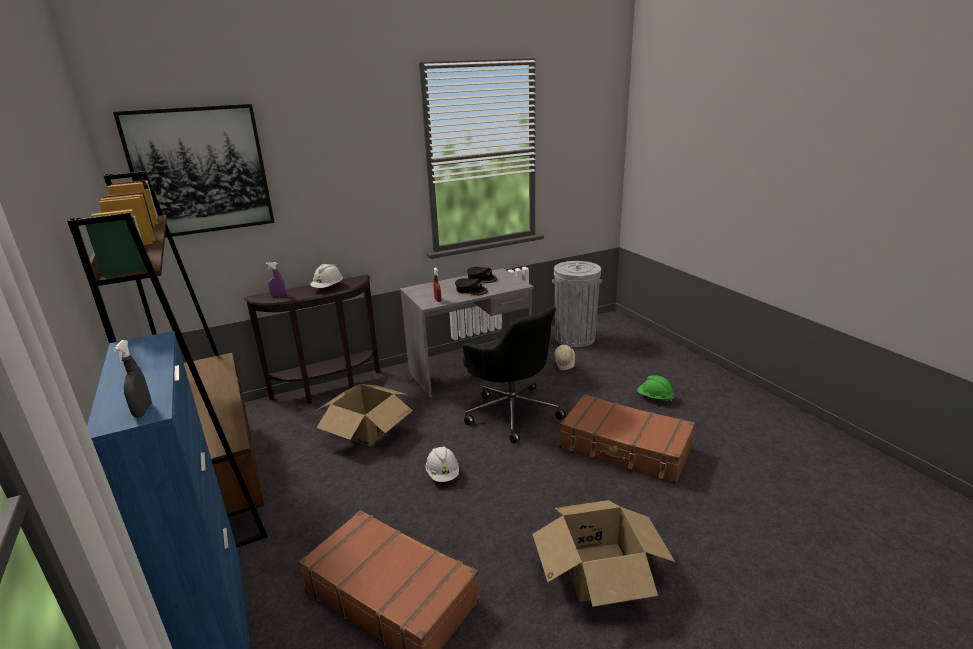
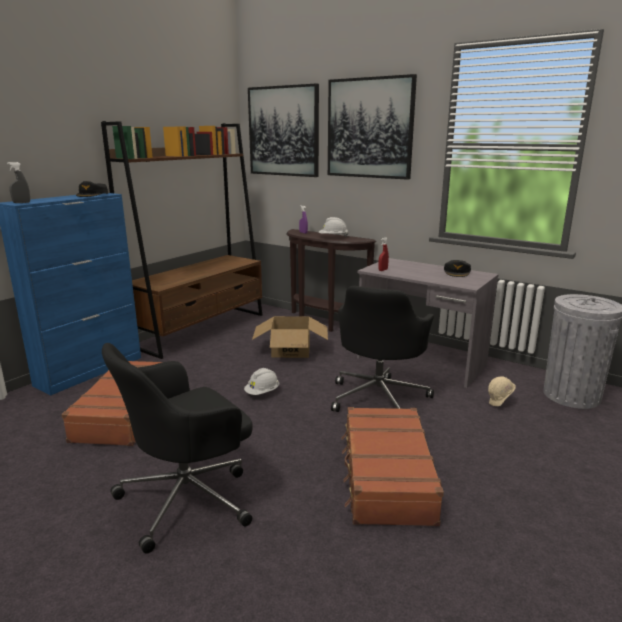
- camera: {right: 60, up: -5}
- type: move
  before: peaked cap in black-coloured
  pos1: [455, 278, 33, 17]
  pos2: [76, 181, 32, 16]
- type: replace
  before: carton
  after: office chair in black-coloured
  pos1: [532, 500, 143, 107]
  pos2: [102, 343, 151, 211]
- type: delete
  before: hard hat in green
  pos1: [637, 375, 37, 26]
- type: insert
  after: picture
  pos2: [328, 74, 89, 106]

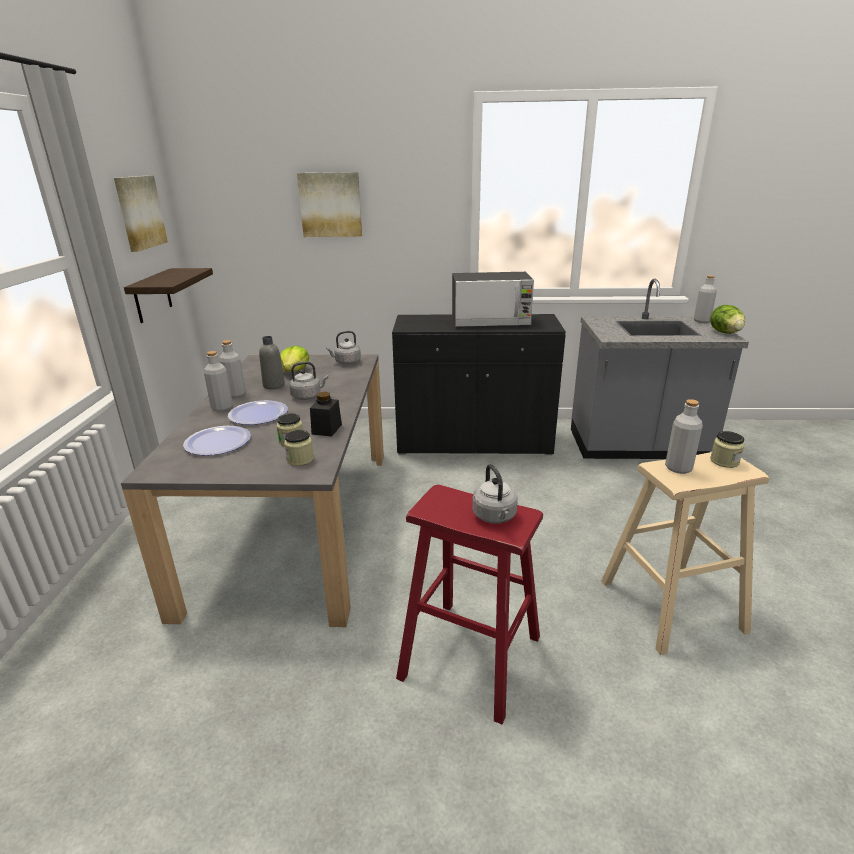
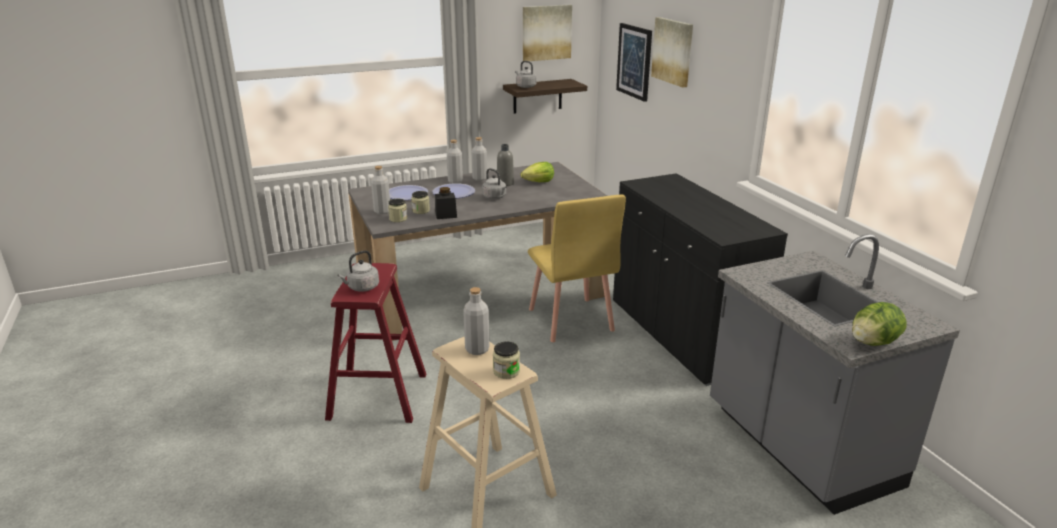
- camera: {right: 65, up: 0}
- type: move
  before: water kettle in grey
  pos1: [326, 331, 35, 34]
  pos2: [515, 61, 21, 27]
- type: delete
  before: microwave oven
  pos1: [452, 272, 82, 55]
- type: move
  before: drink bottle in grey
  pos1: [694, 275, 23, 48]
  pos2: [371, 166, 19, 48]
- type: insert
  after: plain chair in yellowish
  pos2: [528, 195, 98, 147]
- type: insert
  after: picture
  pos2: [616, 23, 36, 79]

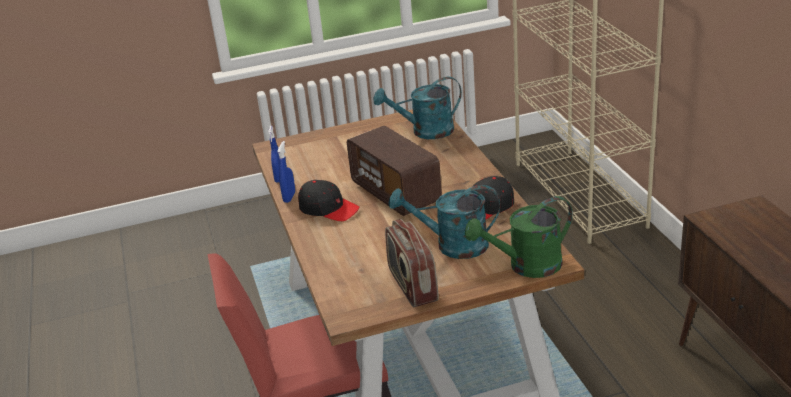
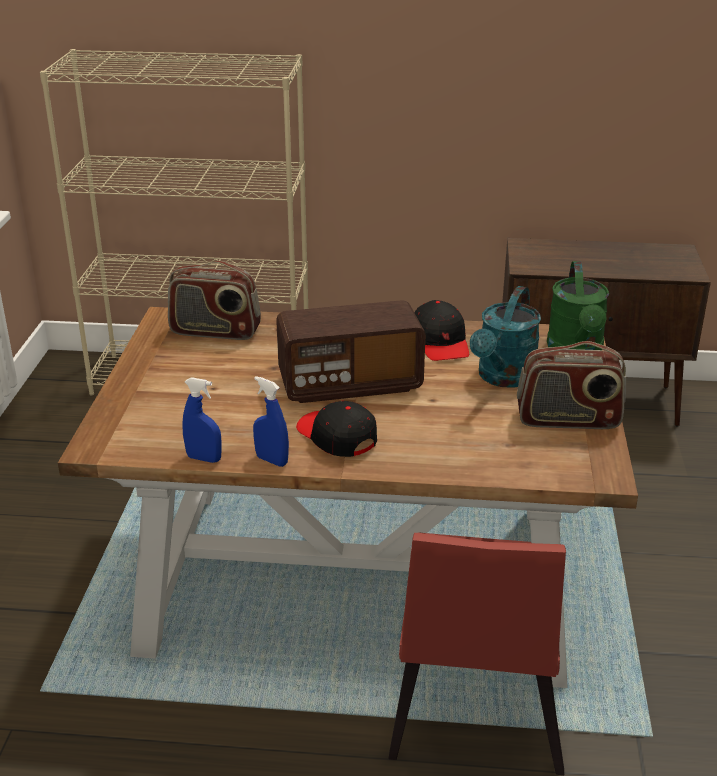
- camera: {right: -70, up: 0}
- type: rotate
  before: peaked cap in black-coloured
  pos1: [298, 180, 61, 41]
  pos2: [296, 401, 81, 56]
  turn: -90
- type: replace
  before: watering pot in turquoise-coloured
  after: radio set
  pos1: [374, 77, 88, 62]
  pos2: [168, 261, 93, 79]

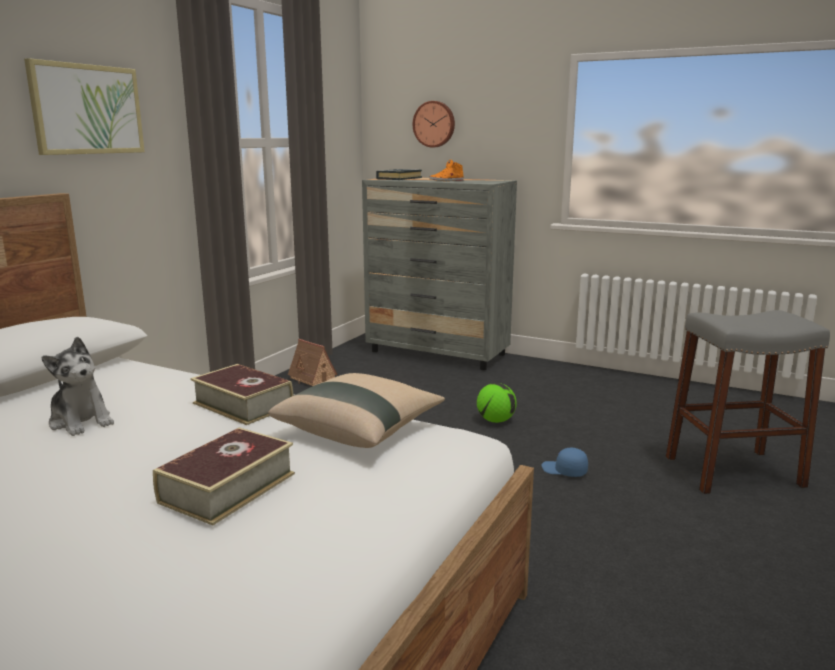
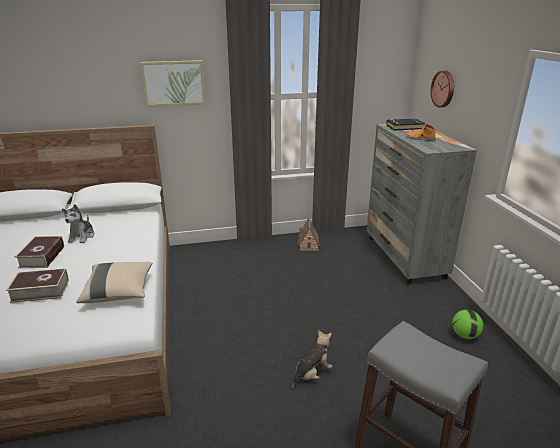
- camera: {right: 50, up: 10}
- type: move
  before: book
  pos1: [190, 364, 103, 61]
  pos2: [15, 236, 49, 32]
- type: move
  before: ball for football
  pos1: [477, 383, 40, 40]
  pos2: [452, 310, 31, 29]
- type: replace
  before: peaked cap in bluish
  after: plush toy
  pos1: [542, 448, 46, 29]
  pos2: [290, 330, 42, 61]

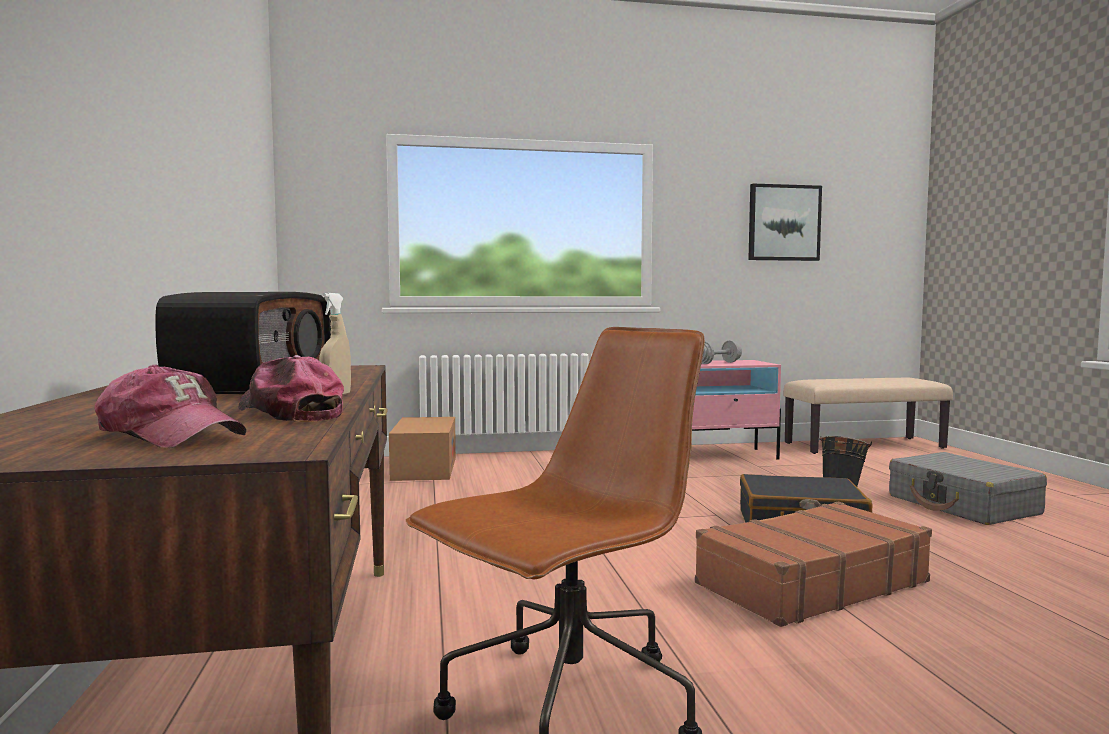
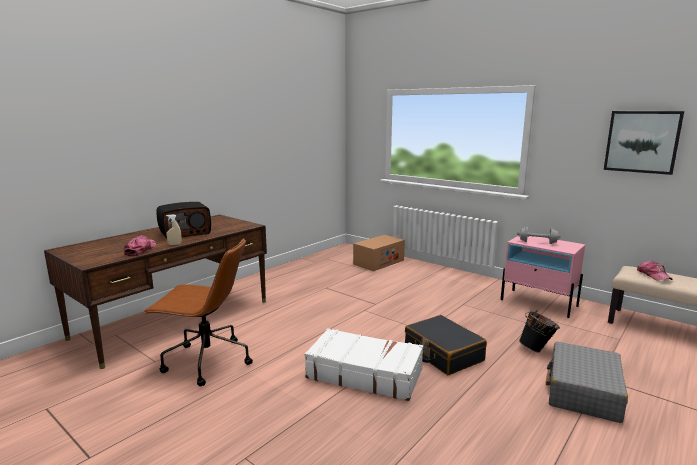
- camera: {right: 50, up: 10}
- type: move
  before: peaked cap
  pos1: [95, 364, 151, 84]
  pos2: [637, 261, 36, 20]
- type: recolor
  before: piece of luggage in brownish
  after: piece of luggage in white-coloured
  pos1: [695, 502, 237, 125]
  pos2: [305, 328, 118, 73]

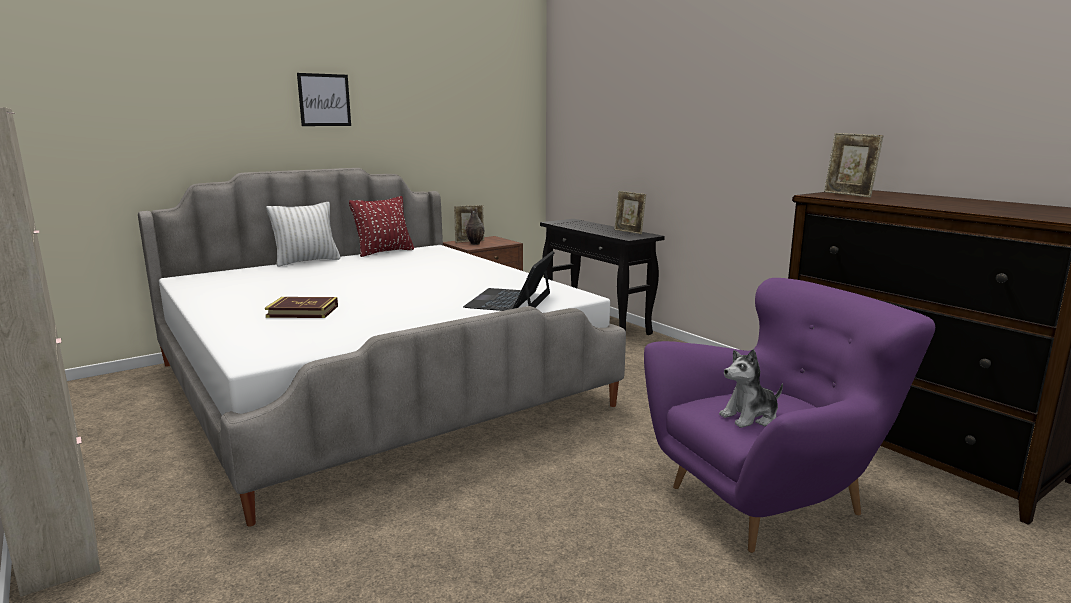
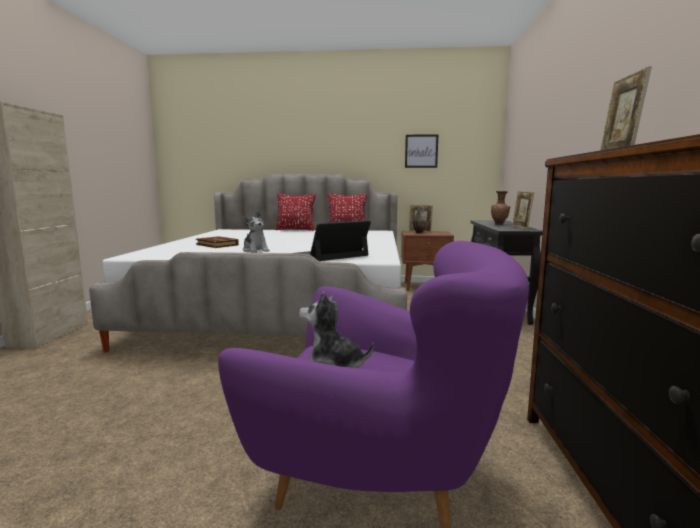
- camera: {right: 40, up: -5}
- type: recolor
  before: pillow in white-coloured
  after: pillow in reddish
  pos1: [266, 202, 74, 65]
  pos2: [275, 194, 41, 37]
- type: move
  before: picture
  pos1: [297, 73, 54, 53]
  pos2: [405, 134, 33, 34]
- type: insert
  after: plush toy
  pos2: [243, 211, 26, 42]
- type: insert
  after: decorative vase in brownish
  pos2: [491, 191, 19, 34]

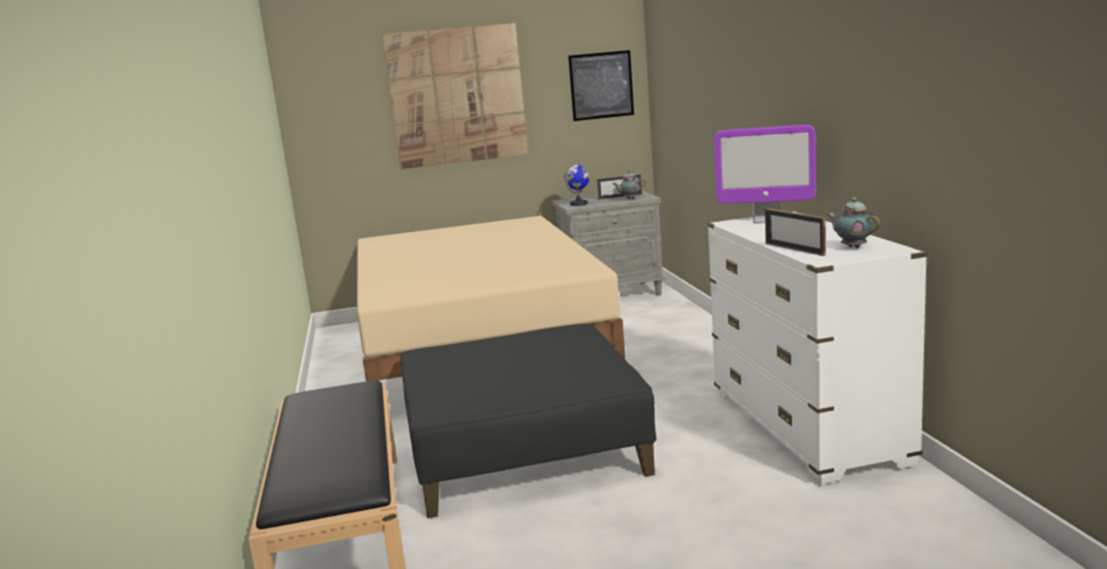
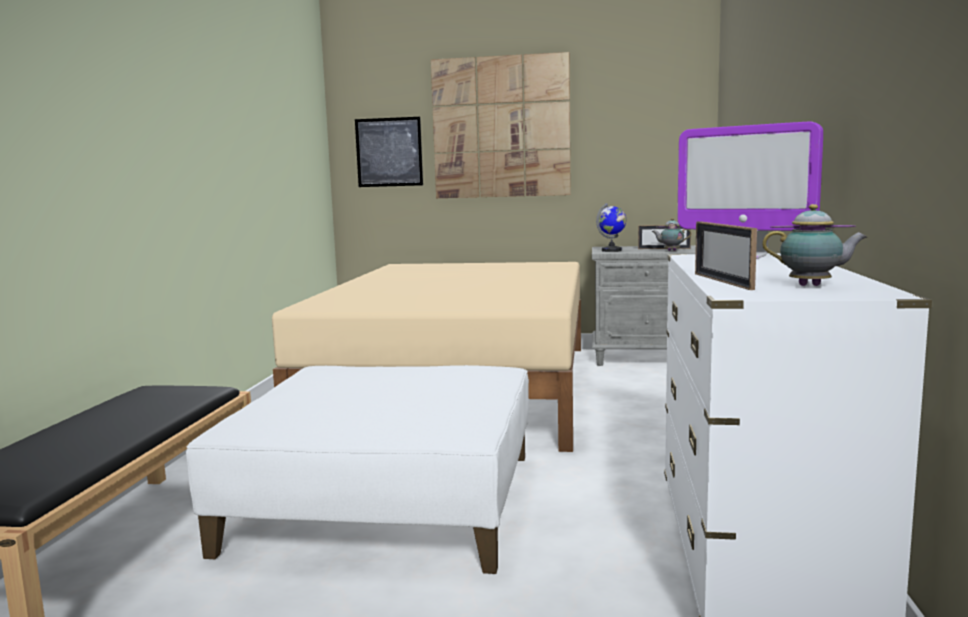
- camera: {right: 20, up: -5}
- type: recolor
  before: pouffe in black-coloured
  after: pouffe in white-coloured
  pos1: [400, 323, 257, 195]
  pos2: [186, 365, 343, 209]
- type: move
  before: picture
  pos1: [568, 50, 66, 71]
  pos2: [355, 117, 68, 70]
- type: rotate
  before: tea pot
  pos1: [827, 197, 53, 51]
  pos2: [762, 204, 105, 82]
  turn: 120

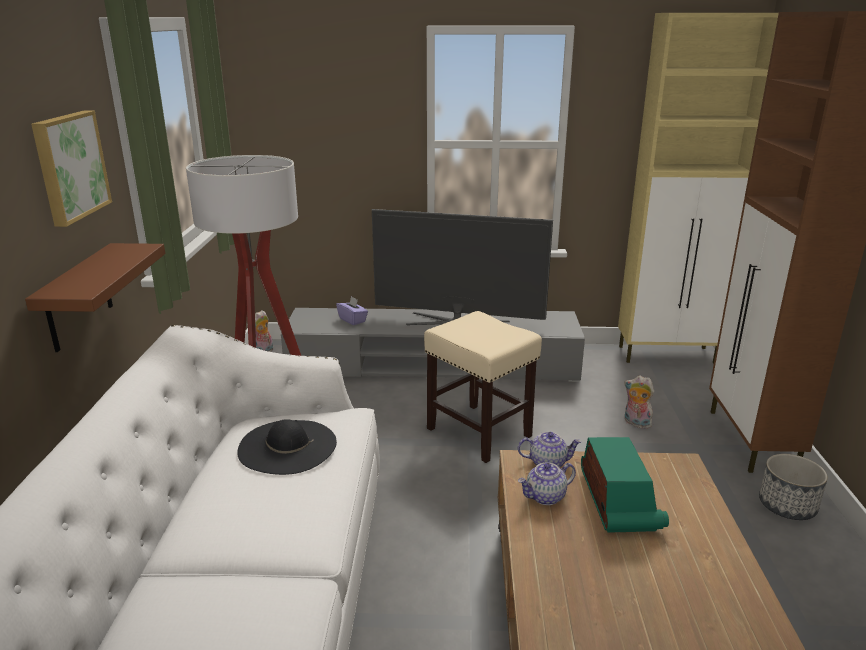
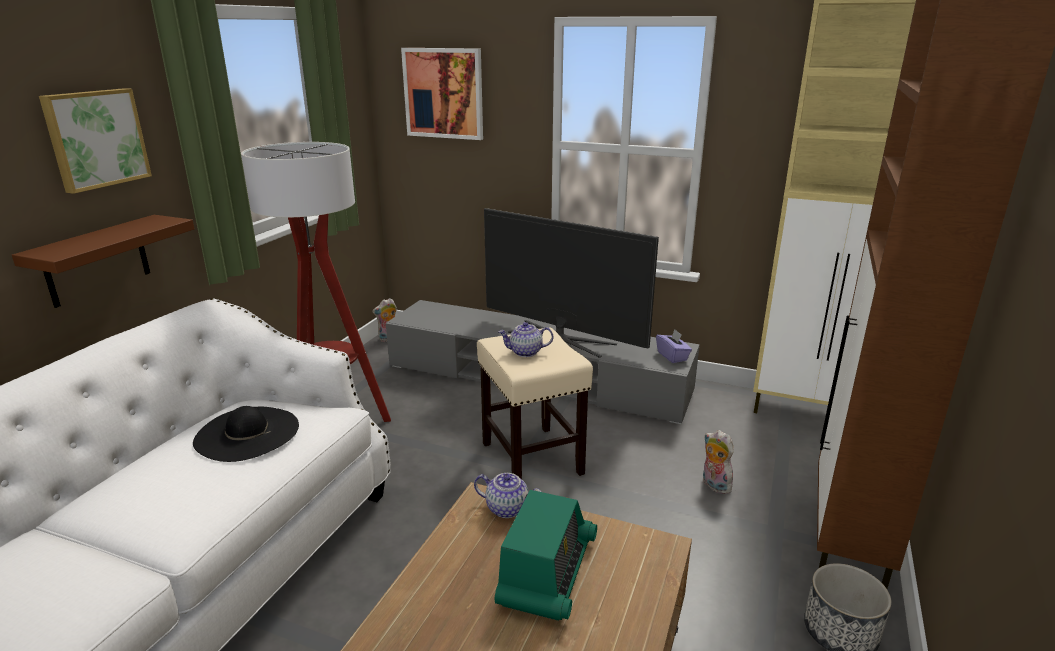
- camera: {right: 20, up: 0}
- type: move
  before: tissue holder in purple
  pos1: [336, 296, 32, 29]
  pos2: [656, 329, 36, 34]
- type: move
  before: tea pot
  pos1: [518, 463, 58, 42]
  pos2: [498, 322, 55, 35]
- type: insert
  after: picture
  pos2: [401, 48, 82, 92]

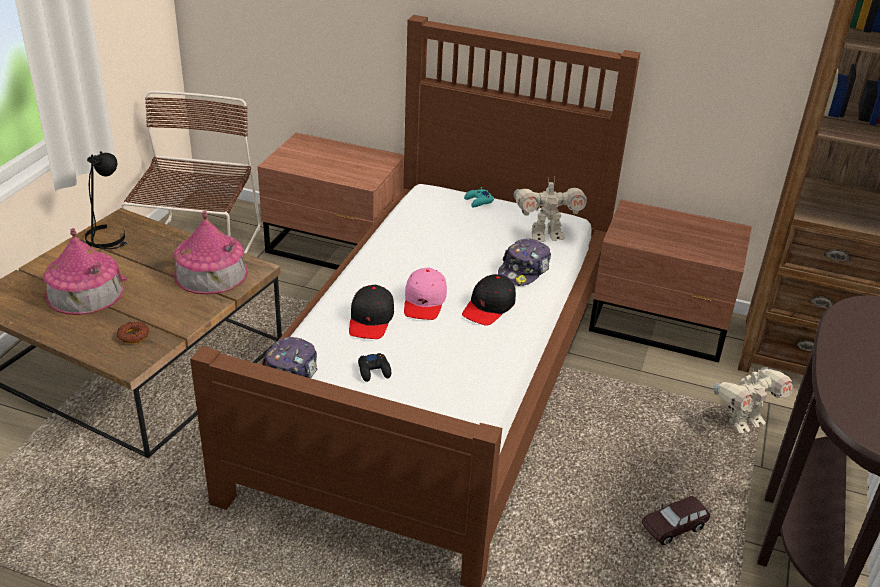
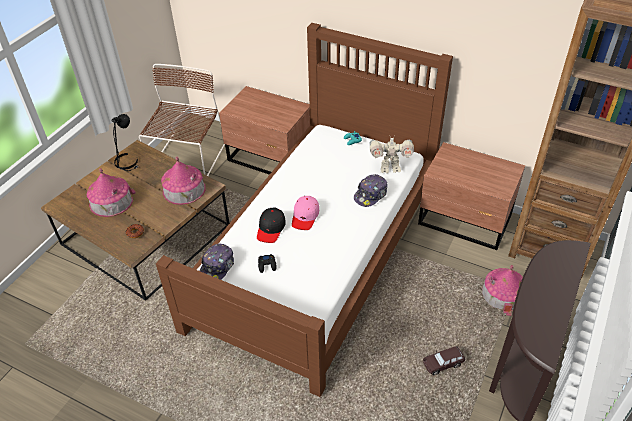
- camera: {right: 10, up: 10}
- type: delete
  before: peaked cap in black-coloured
  pos1: [462, 274, 54, 52]
- type: replace
  before: robot figure
  after: model house
  pos1: [714, 365, 81, 69]
  pos2: [482, 265, 41, 51]

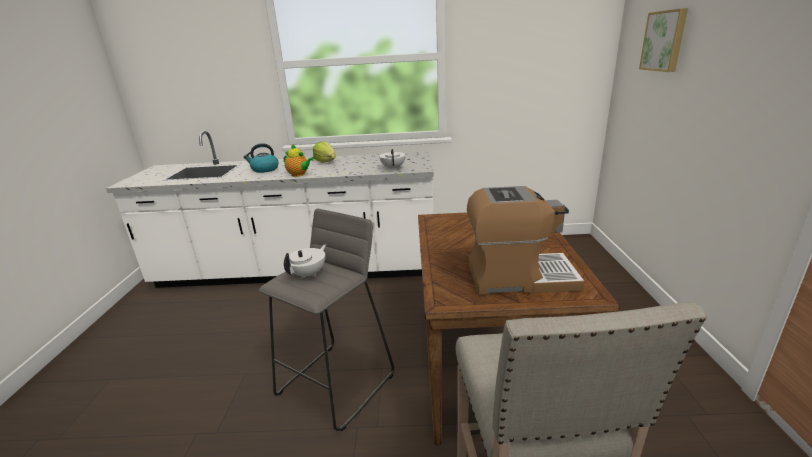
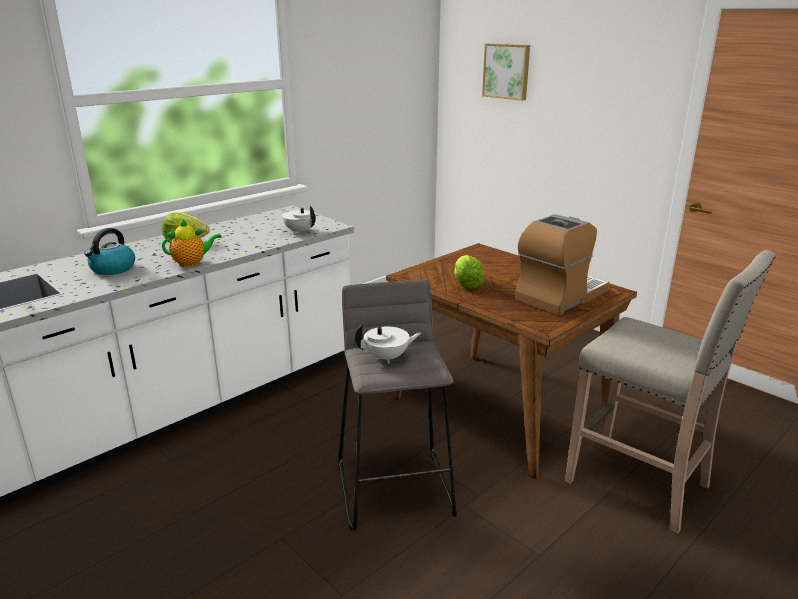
- camera: {right: -45, up: 0}
- type: rotate
  before: tea pot in white-coloured
  pos1: [284, 244, 42, 35]
  pos2: [355, 324, 66, 40]
  turn: 90
- type: insert
  after: head of lettuce
  pos2: [454, 255, 30, 34]

